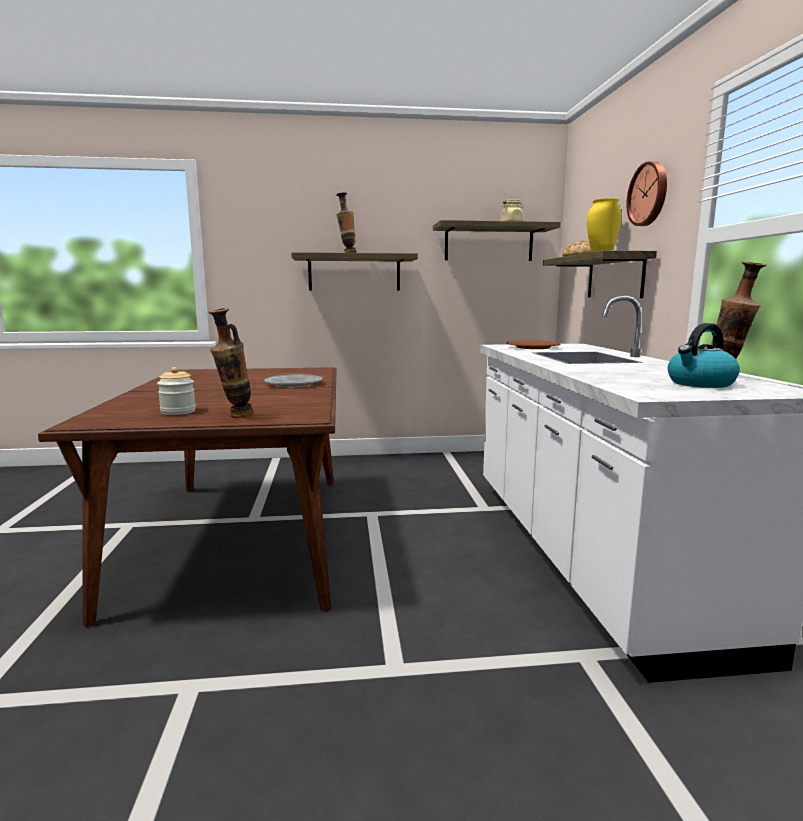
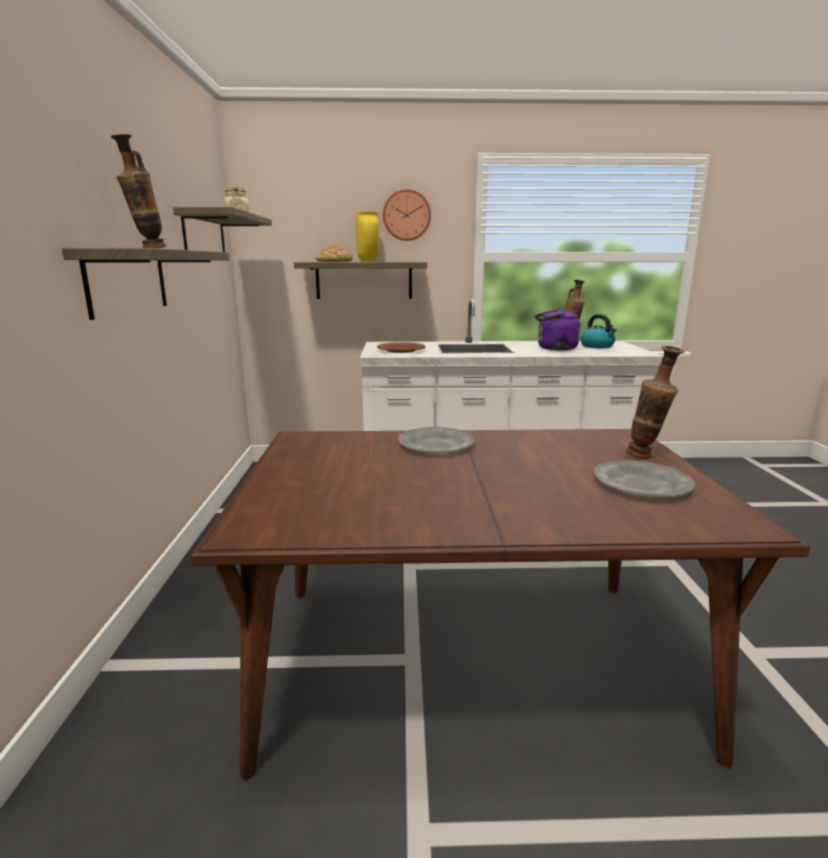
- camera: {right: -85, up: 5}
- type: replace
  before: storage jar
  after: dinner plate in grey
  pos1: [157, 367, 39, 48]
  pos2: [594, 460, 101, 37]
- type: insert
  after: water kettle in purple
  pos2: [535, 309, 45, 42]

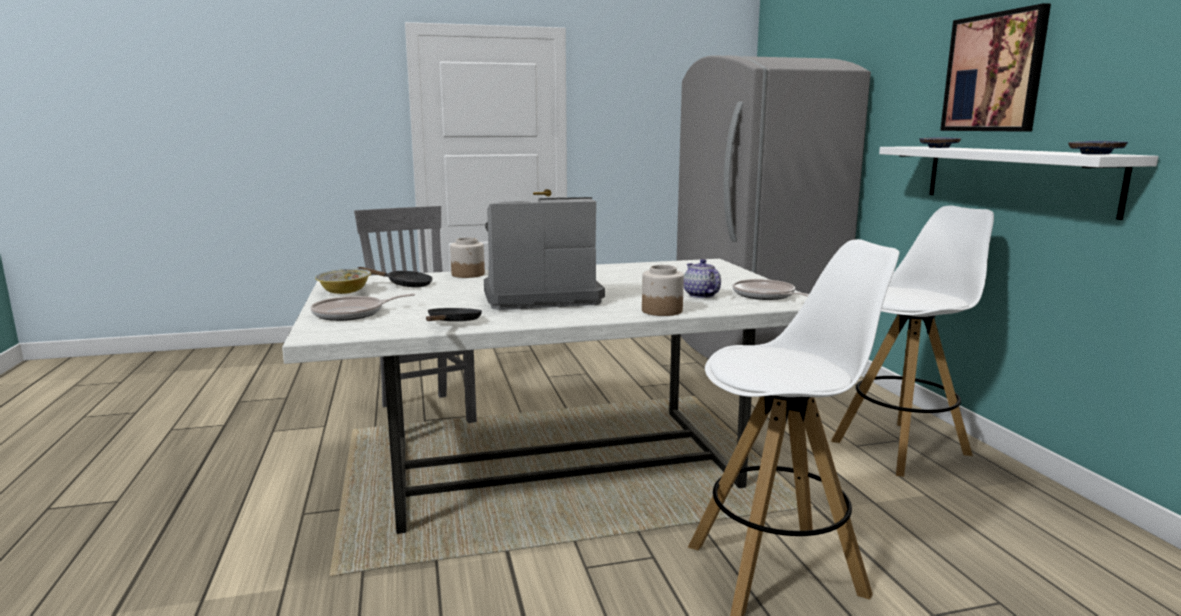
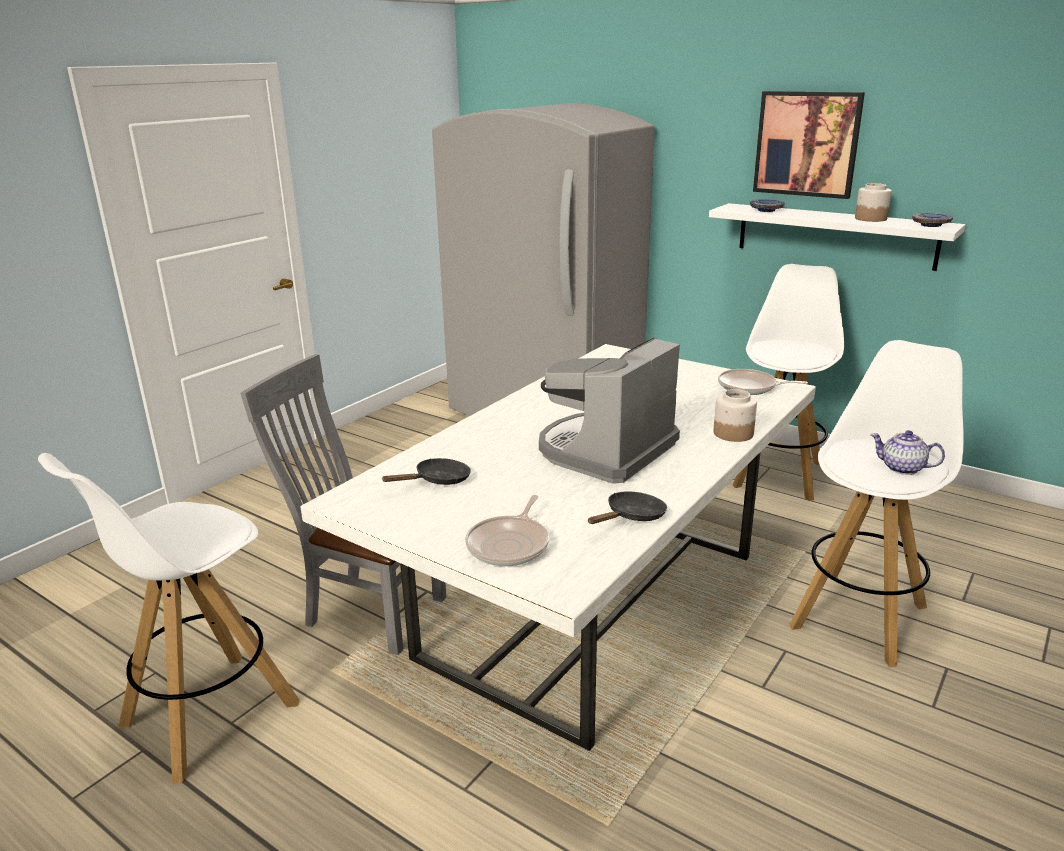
- camera: {right: -40, up: 10}
- type: delete
  before: serving bowl
  pos1: [315, 269, 56, 25]
- type: rotate
  before: skillet in black-coloured
  pos1: [426, 308, 56, 13]
  pos2: [588, 491, 79, 33]
  turn: 75
- type: move
  before: storage jar
  pos1: [450, 238, 35, 40]
  pos2: [855, 183, 37, 39]
- type: move
  before: tea pot
  pos1: [684, 259, 37, 39]
  pos2: [871, 430, 74, 45]
- type: insert
  after: stool in white-coloured
  pos2: [38, 453, 262, 331]

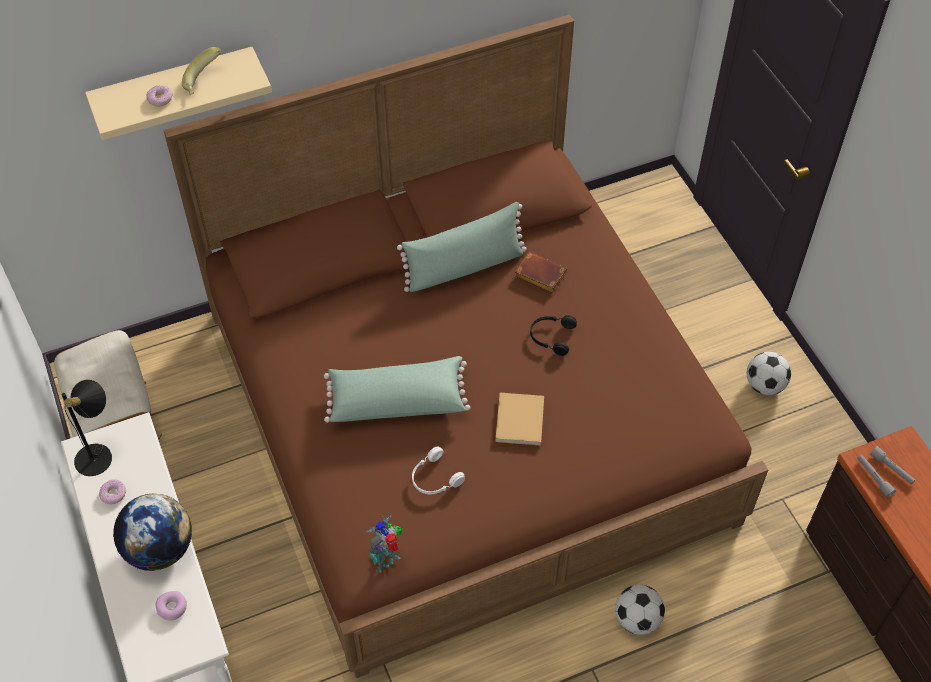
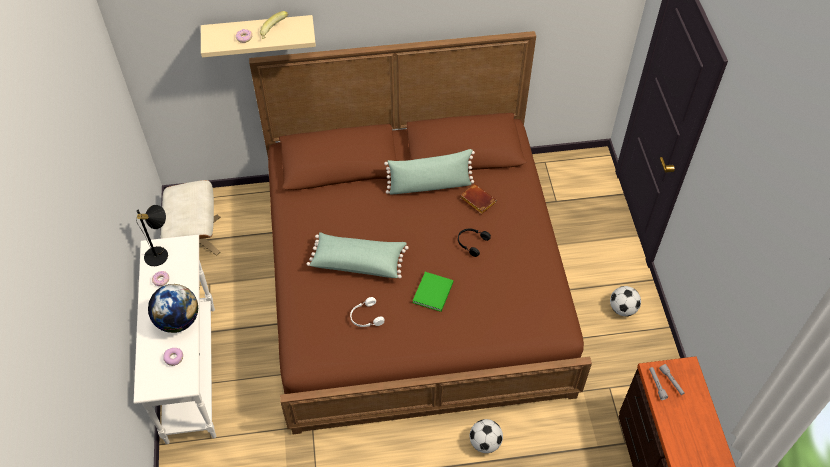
- camera: {right: 15, up: 0}
- type: delete
  before: robot figure
  pos1: [365, 515, 39, 58]
- type: recolor
  before: book in beige-coloured
  after: book in green
  pos1: [495, 393, 49, 53]
  pos2: [413, 272, 40, 40]

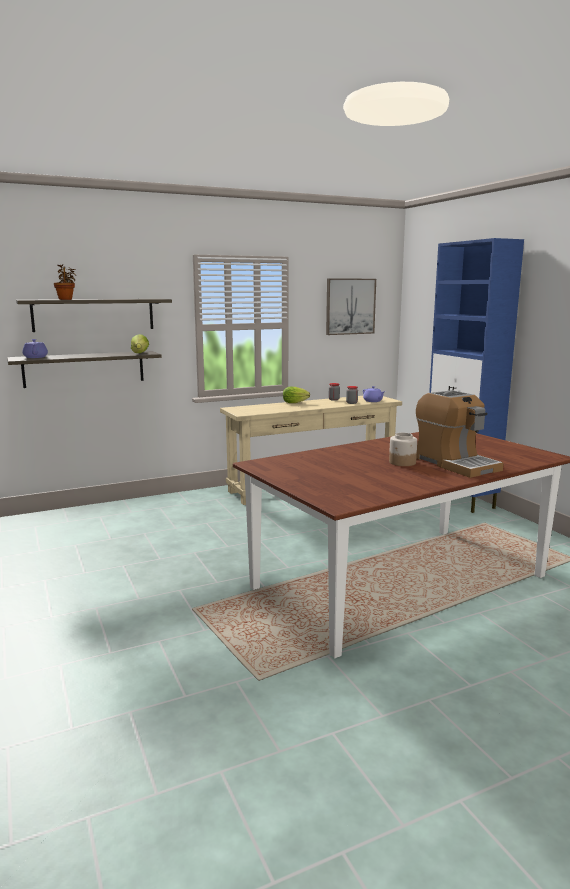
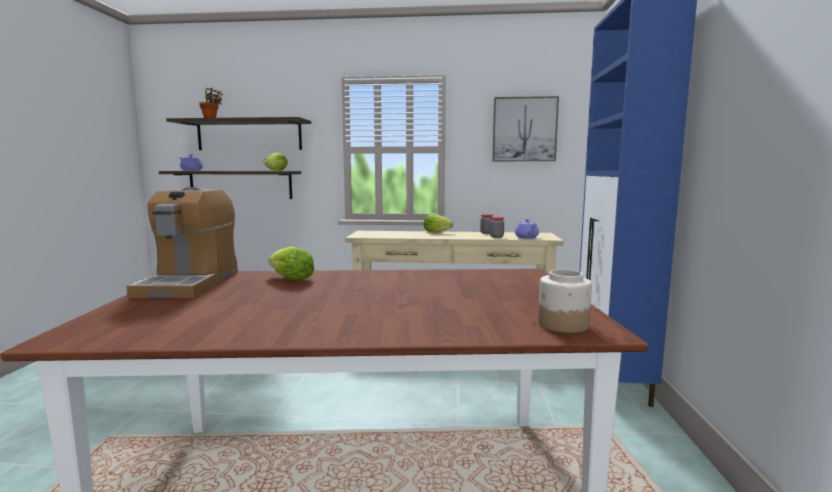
- camera: {right: 30, up: -5}
- type: move
  before: storage jar
  pos1: [389, 433, 28, 33]
  pos2: [538, 269, 54, 64]
- type: move
  before: coffee brewer
  pos1: [416, 390, 88, 88]
  pos2: [126, 187, 112, 111]
- type: insert
  after: head of lettuce
  pos2: [268, 247, 46, 34]

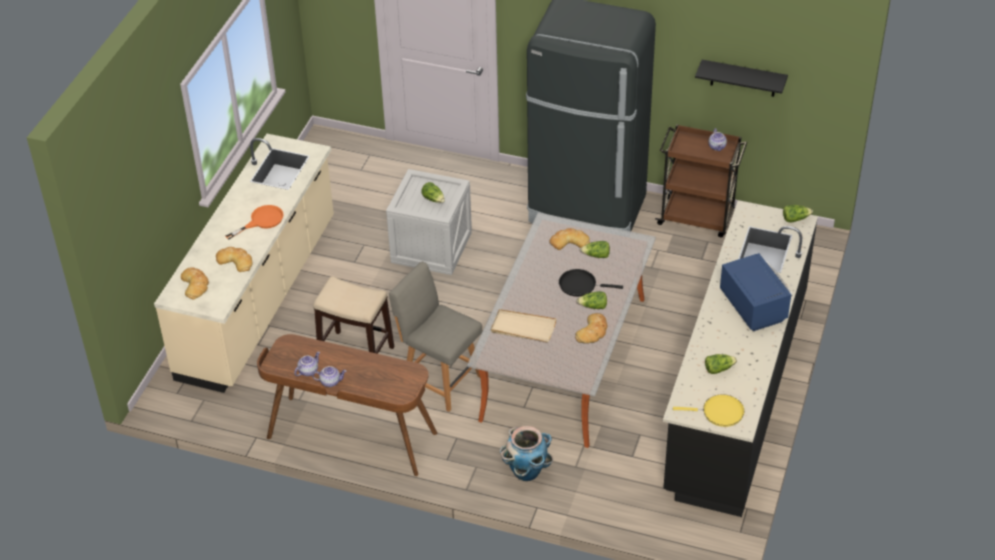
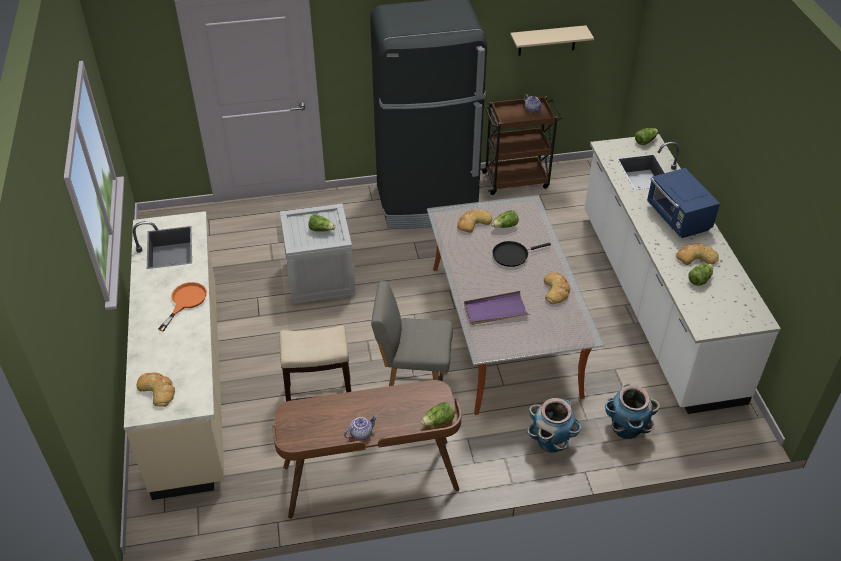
- camera: {right: -30, up: 0}
- type: move
  before: bread
  pos1: [216, 247, 37, 25]
  pos2: [676, 243, 43, 22]
- type: delete
  before: tea pot
  pos1: [294, 352, 26, 24]
- type: recolor
  before: serving tray in beige-coloured
  after: serving tray in purple
  pos1: [491, 309, 65, 34]
  pos2: [464, 291, 65, 34]
- type: move
  before: head of lettuce
  pos1: [577, 291, 30, 18]
  pos2: [421, 402, 33, 24]
- type: recolor
  before: counter in black-coloured
  after: counter in white-coloured
  pos1: [663, 200, 155, 317]
  pos2: [584, 134, 197, 280]
- type: delete
  before: skillet in yellowish
  pos1: [673, 394, 71, 33]
- type: recolor
  before: wall shelf in black-coloured
  after: wall shelf in beige-coloured
  pos1: [695, 60, 93, 37]
  pos2: [510, 25, 84, 31]
- type: rotate
  before: microwave oven in bluish
  pos1: [720, 253, 72, 78]
  pos2: [647, 168, 73, 70]
  turn: -150
- type: insert
  after: flower pot
  pos2: [605, 383, 55, 56]

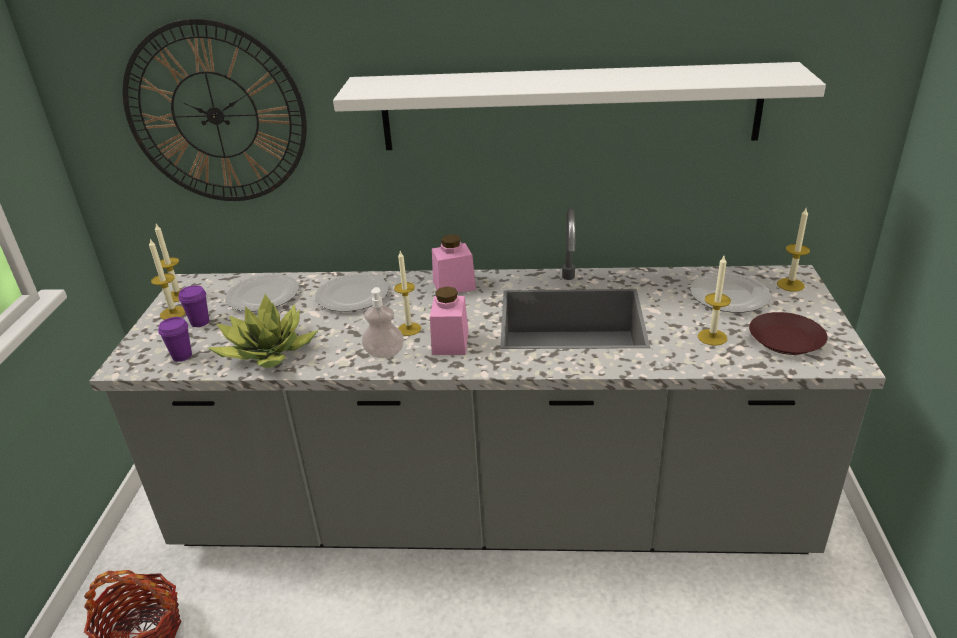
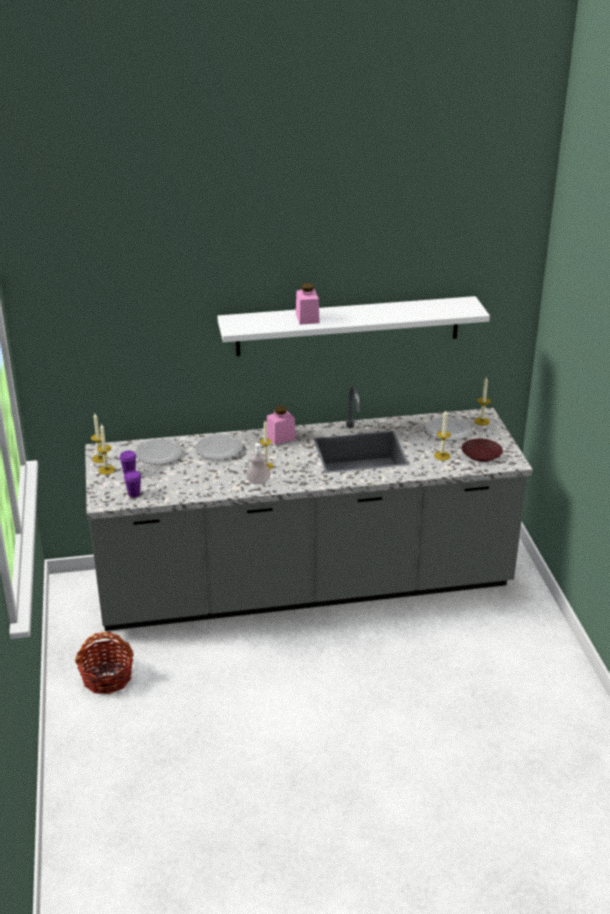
- camera: {right: -15, up: 0}
- type: delete
  before: clock on the wall
  pos1: [122, 19, 185, 182]
- type: delete
  before: potted plant
  pos1: [208, 294, 110, 74]
- type: move
  before: storage jar in pinkish
  pos1: [430, 286, 39, 69]
  pos2: [296, 283, 24, 42]

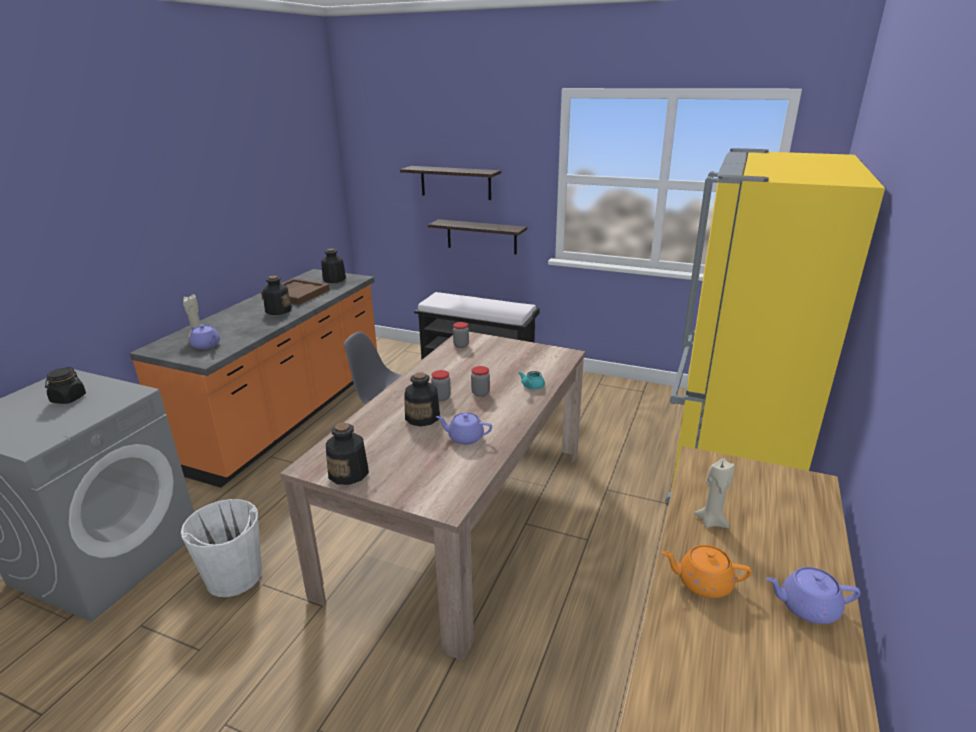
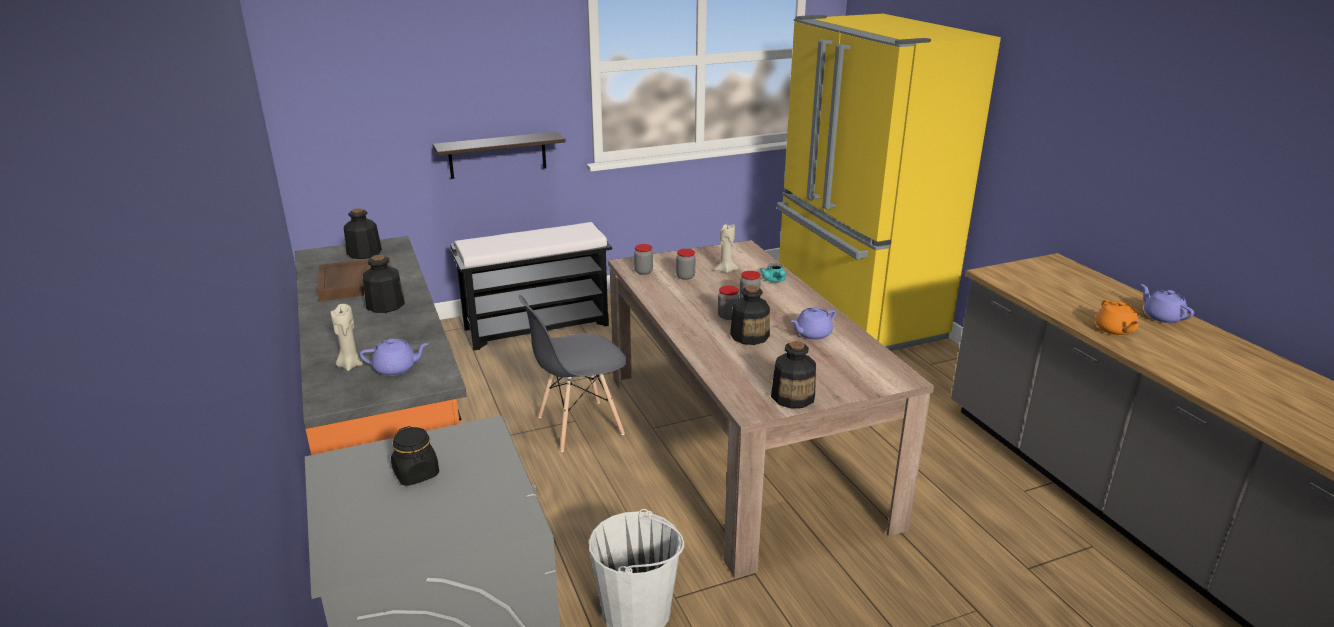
- camera: {right: -45, up: 0}
- type: delete
  before: wall shelf
  pos1: [400, 166, 101, 34]
- type: rotate
  before: tea pot in orangey
  pos1: [662, 545, 90, 53]
  pos2: [1095, 299, 44, 37]
  turn: -60
- type: move
  before: wax light in beige-coloured
  pos1: [694, 458, 41, 70]
  pos2: [714, 224, 24, 50]
- type: rotate
  before: tea pot in purple
  pos1: [766, 567, 95, 57]
  pos2: [1141, 284, 53, 39]
  turn: 105
- type: insert
  after: storage jar
  pos2: [676, 249, 19, 31]

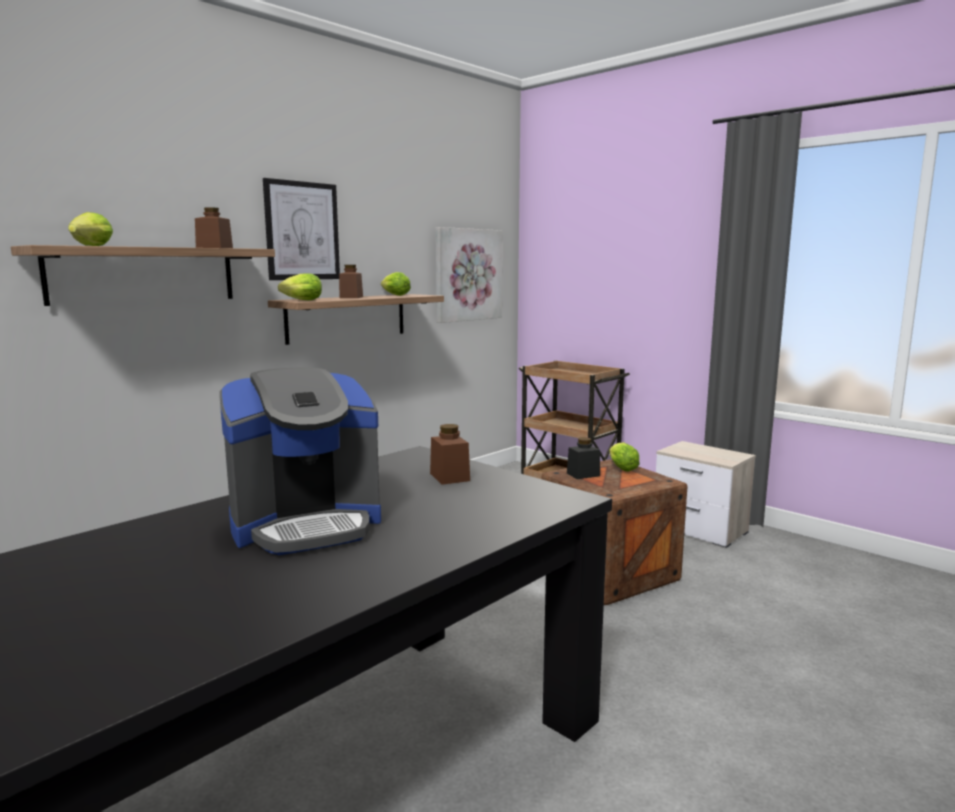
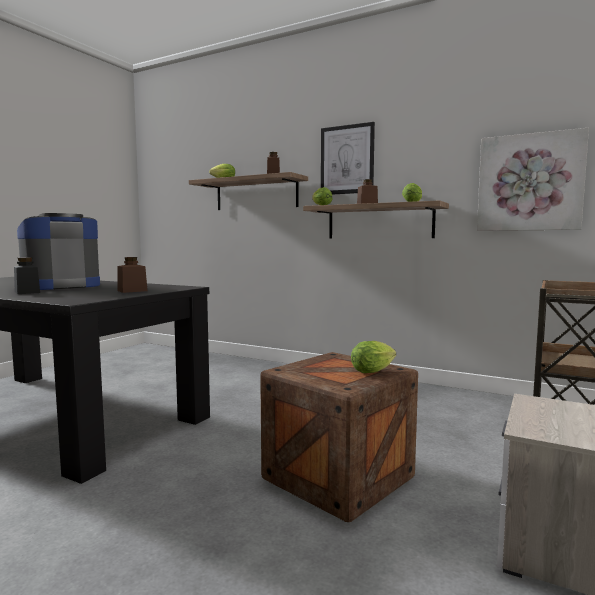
- camera: {right: 75, up: -5}
- type: rotate
  before: coffee brewer
  pos1: [220, 368, 161, 187]
  pos2: [17, 213, 83, 77]
  turn: 90
- type: move
  before: storage jar in black-coloured
  pos1: [567, 437, 33, 42]
  pos2: [14, 257, 26, 37]

